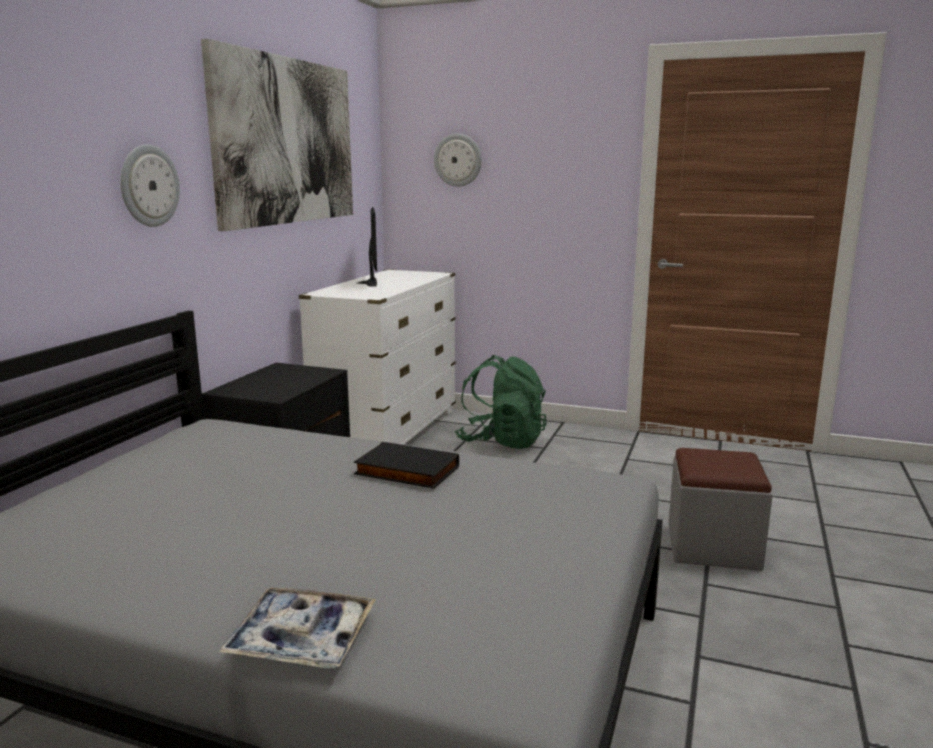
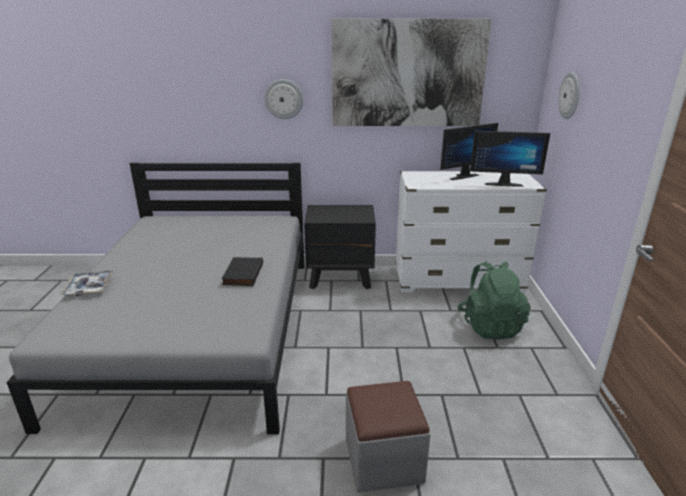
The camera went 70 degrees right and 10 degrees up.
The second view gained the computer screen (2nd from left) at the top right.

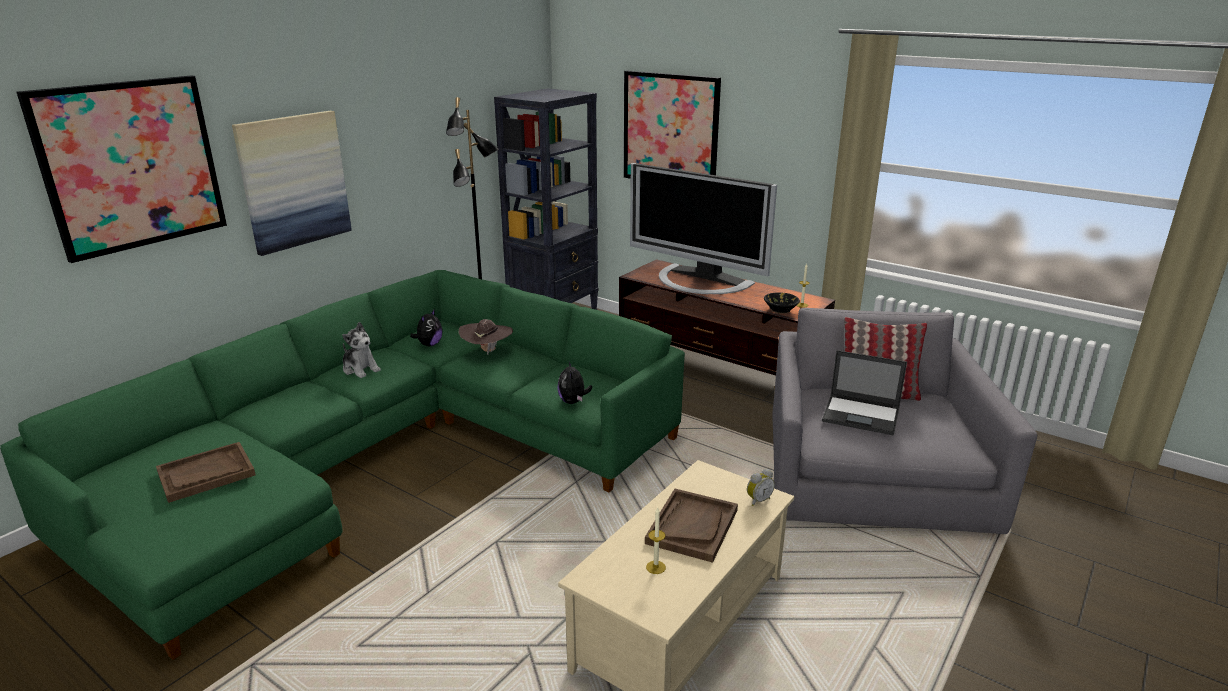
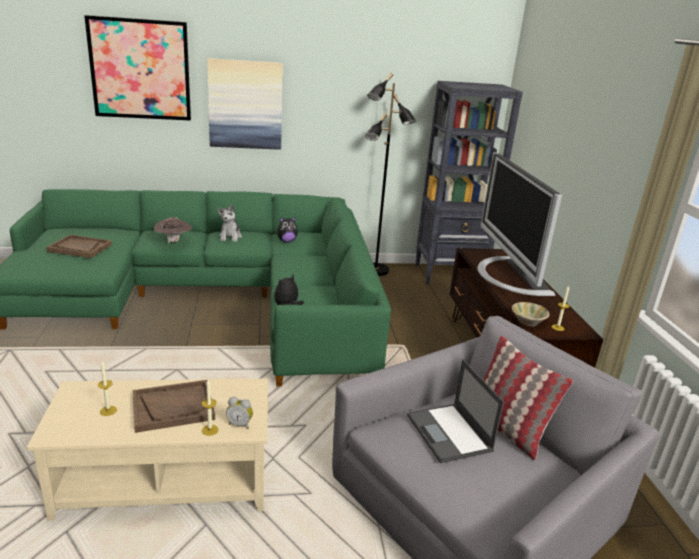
The camera went 45 degrees right and 0 degrees up.
The second view lost the wall art (3rd from left) at the top centre.
The second view gained the candle (2nd from left) at the bottom left.
The brown wearable hat ended up elsewhere, having gone from the centre to the middle left.
What was the black serving bowl at the centre turned into the sand-coloured serving bowl at the middle right.

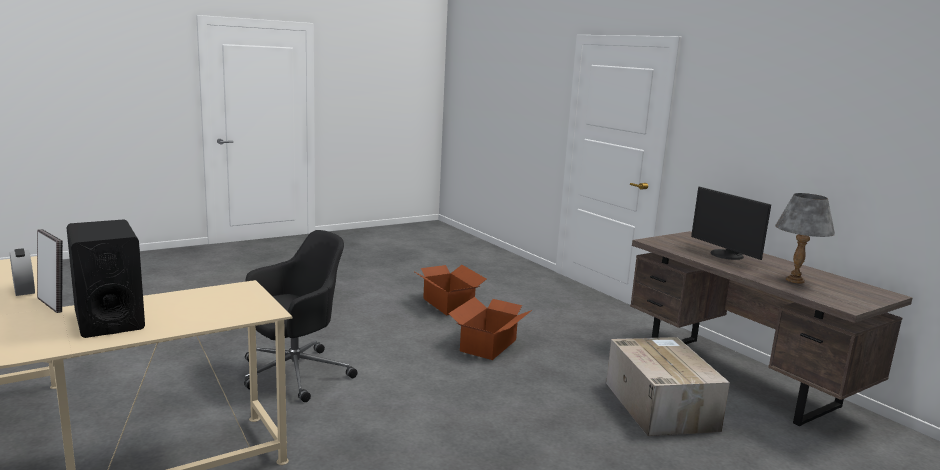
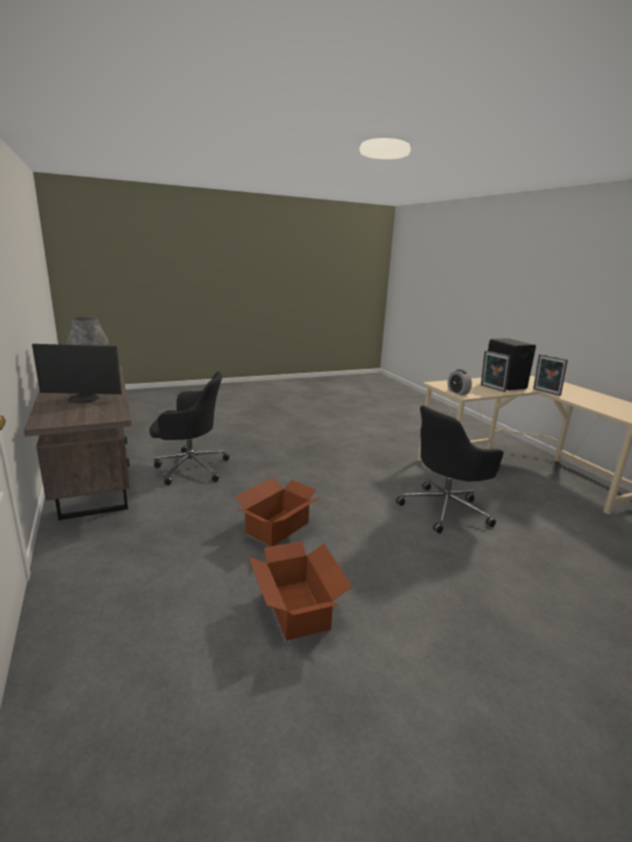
The camera went 170 degrees left and 5 degrees up.
The second view gained the standing frame (1st from left) at the middle right.
The table clock ended up elsewhere, having gone from the middle left to the middle right.
Where the cardboard box (3rd from left) stood at the bottom right, the black computer chair (1st from left) came to stand at the middle left.
The computer screen at the middle right ended up facing another way, 105 degrees clockwise from before.

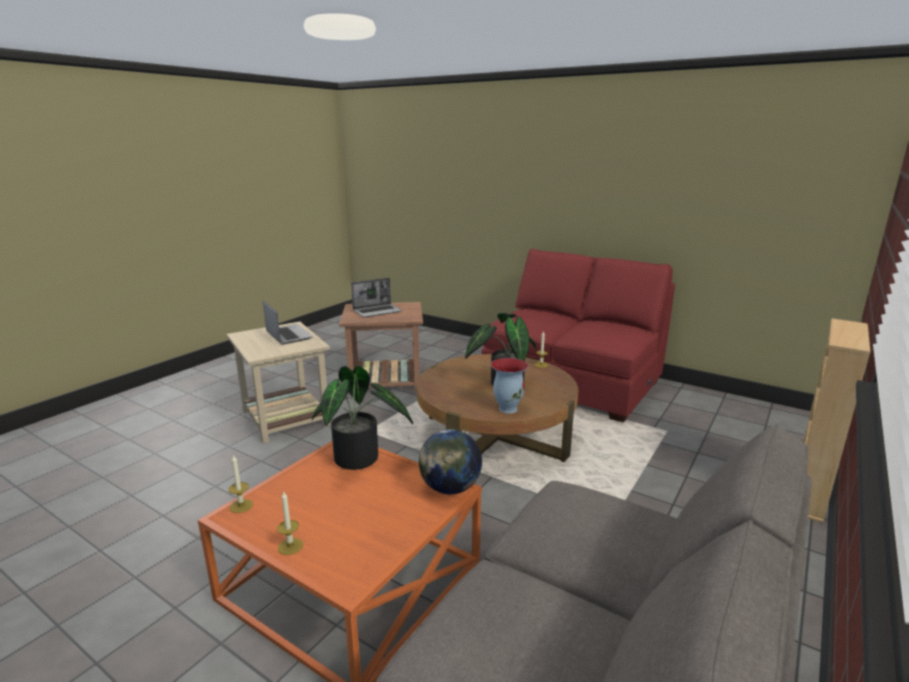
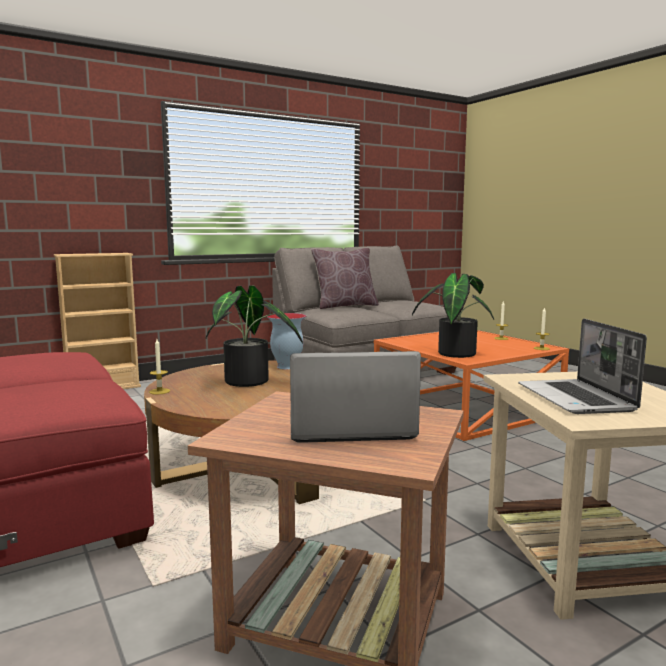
The camera went 155 degrees left and 10 degrees down.
The second view lost the desk globe at the bottom centre.
The second view gained the brown cushion at the centre.

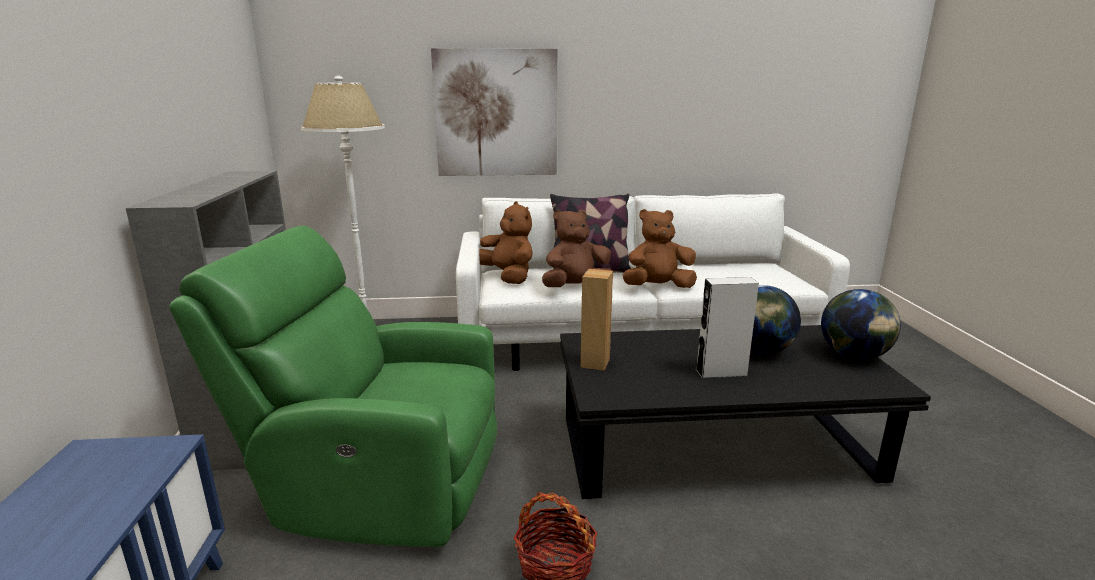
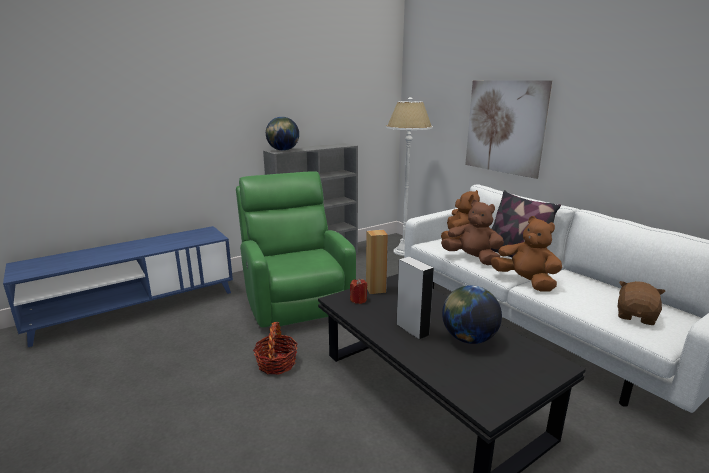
The camera went 60 degrees right and 0 degrees up.
The second view gained the red candle at the centre.
The second view gained the brown cuddly toy (4th from left) at the middle right.
The desk globe (2nd from left in the first image) ended up elsewhere, having gone from the middle right to the top centre.

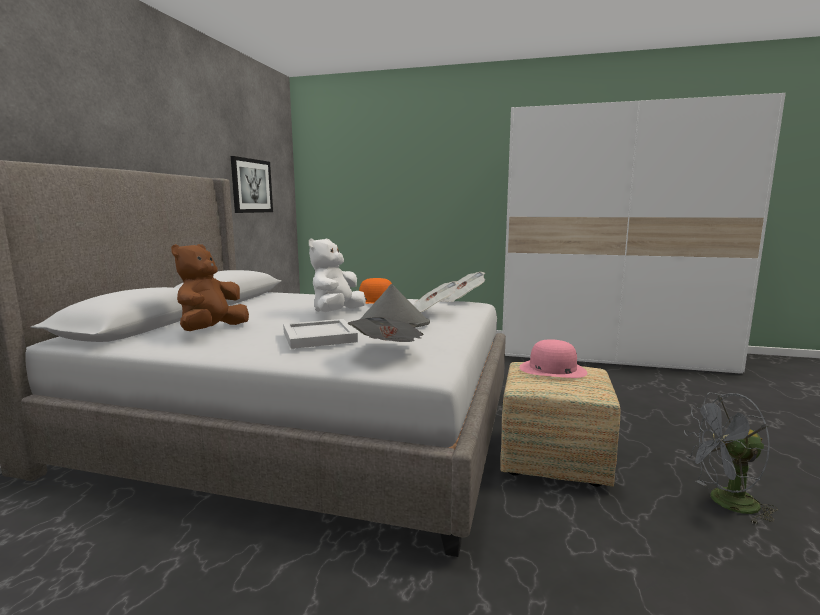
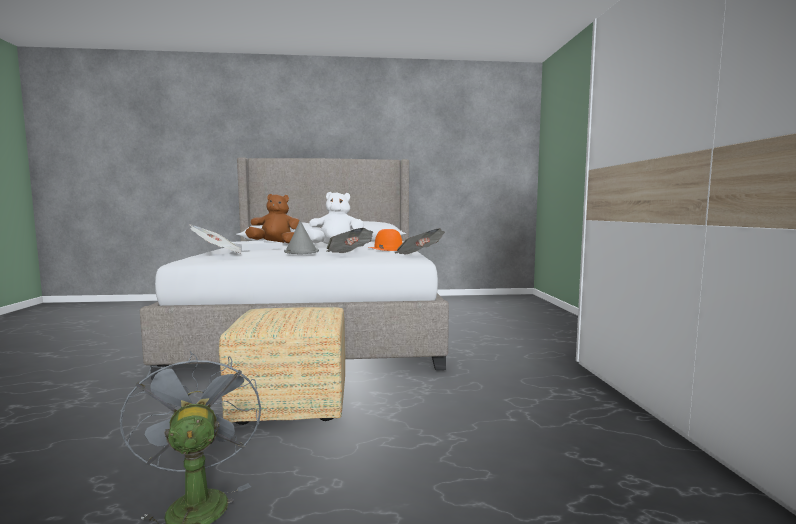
The camera went 70 degrees right and 5 degrees down.
The second view lost the wall art at the top left.
The second view lost the pinkish wearable hat at the middle right.

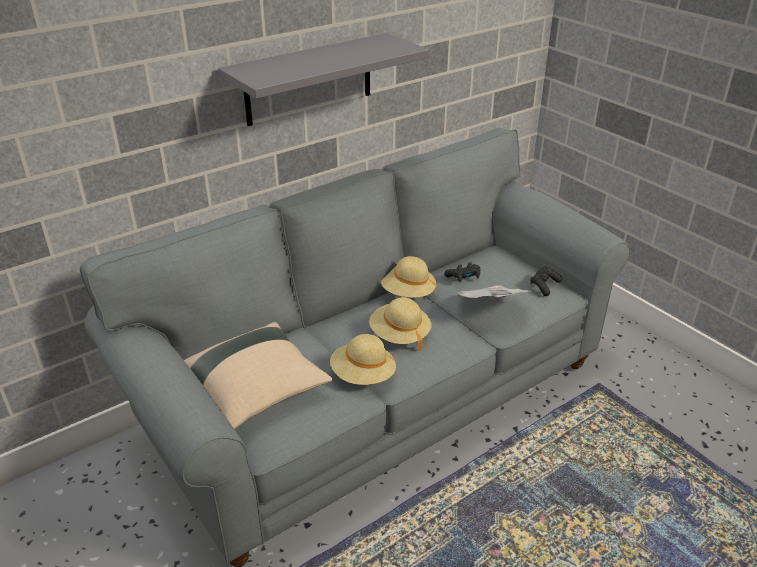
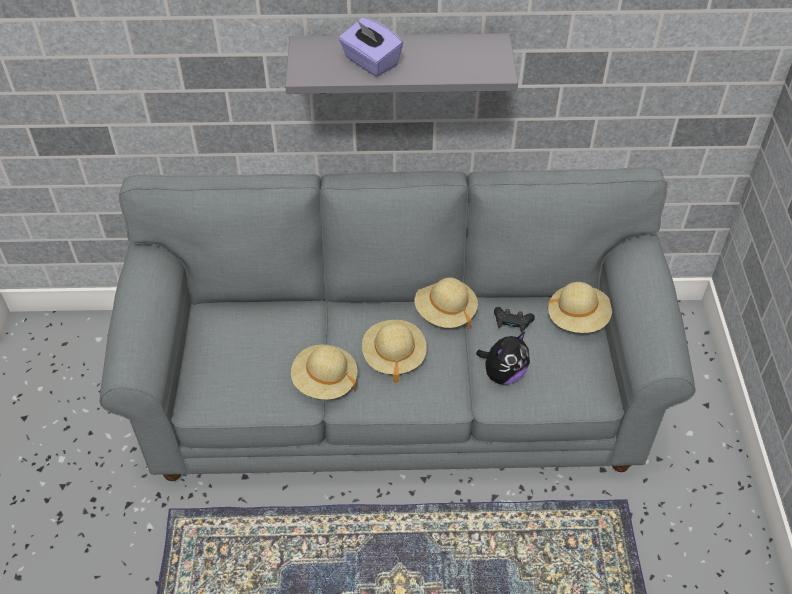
The camera went 35 degrees right and 15 degrees up.
The second view lost the sand-coloured cushion at the centre.
The second view lost the black joypad (2nd from left) at the middle right.
The second view gained the purplish tissue holder at the top centre.
The second view gained the sand-coloured wearable hat (4th from left) at the middle right.
Where the daily paper stood at the centre, the cuddly toy came to stand at the centre.

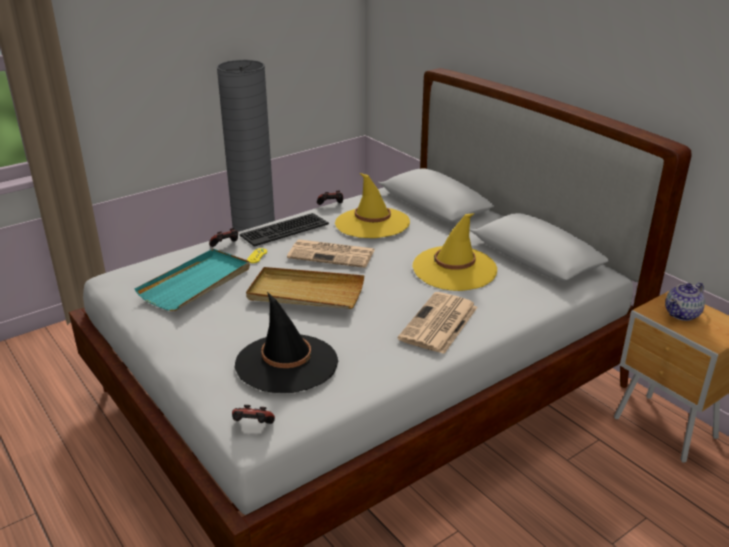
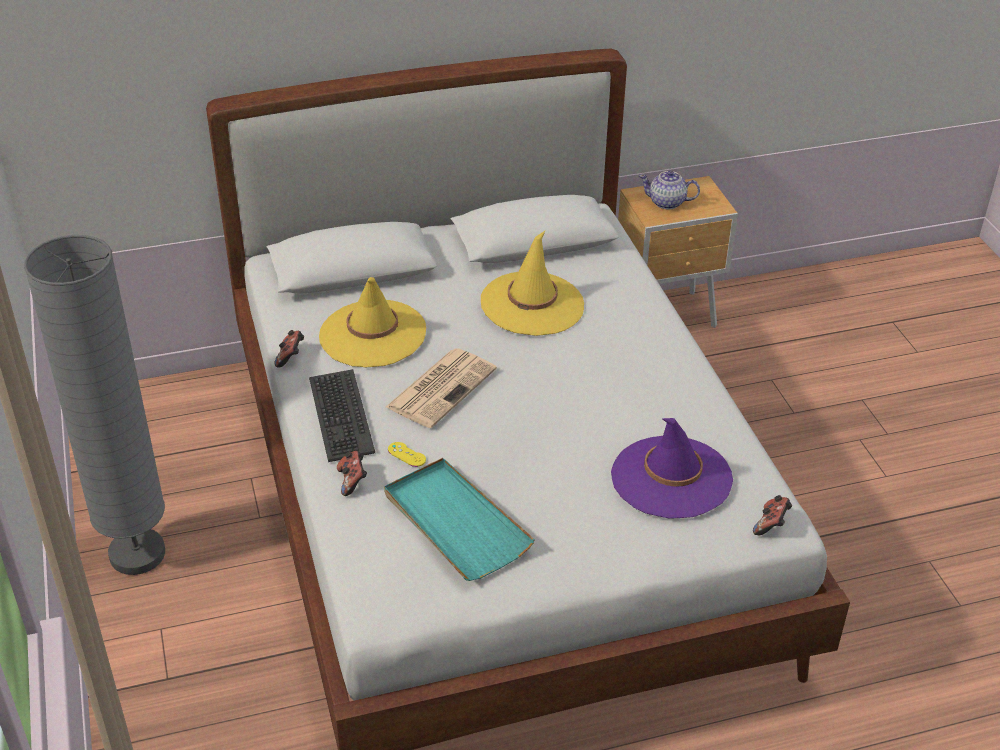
The camera went 70 degrees left and 10 degrees up.
The second view lost the sand-coloured carrying tray at the centre.
The second view lost the daily paper (2nd from left) at the centre.
What was the black wearable hat at the centre turned into the purplish wearable hat at the middle right.
The pot for tea at the middle right ended up facing another way, 120 degrees clockwise from before.

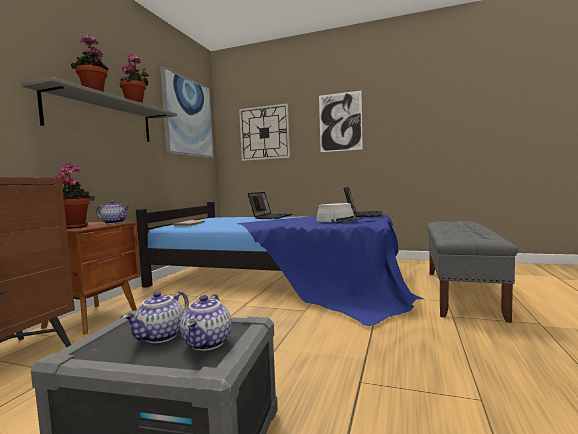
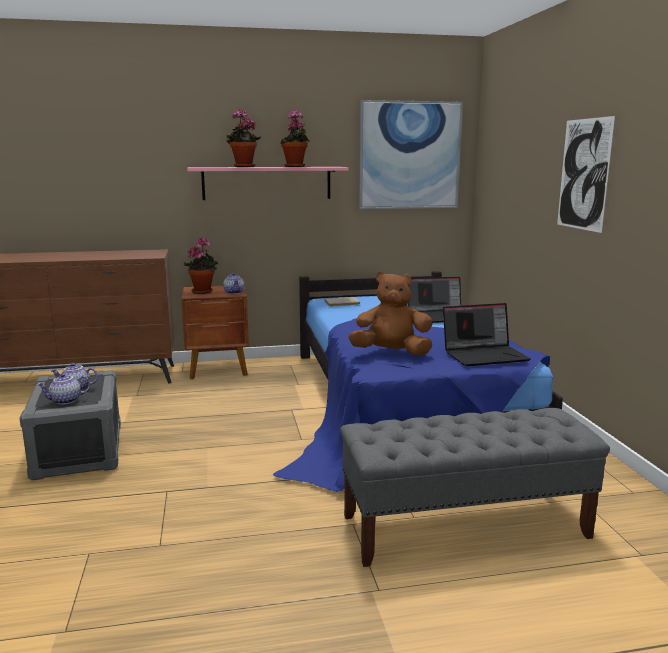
The camera went 60 degrees right and 10 degrees up.
The second view lost the clock on the wall at the top centre.
Where the greyish wearable hat stood at the centre, the brown cuddly toy came to stand at the centre.
What was the greyish wall shelf at the top left turned into the pinkish wall shelf at the top centre.

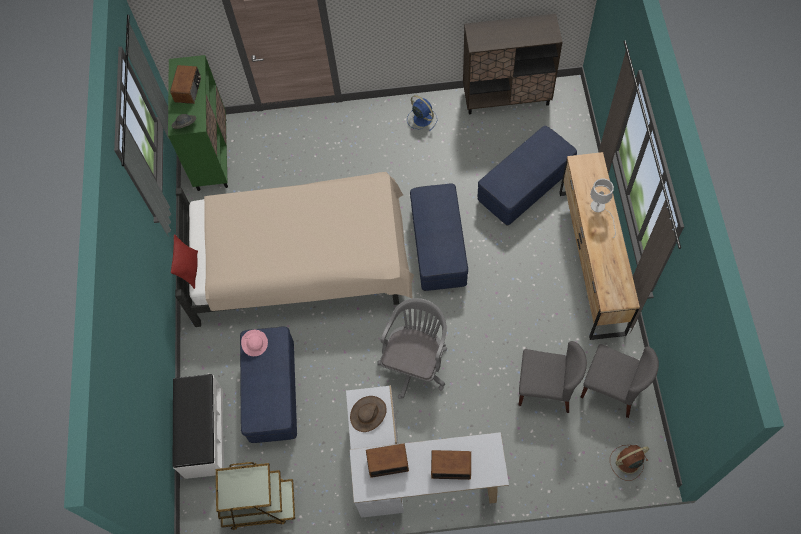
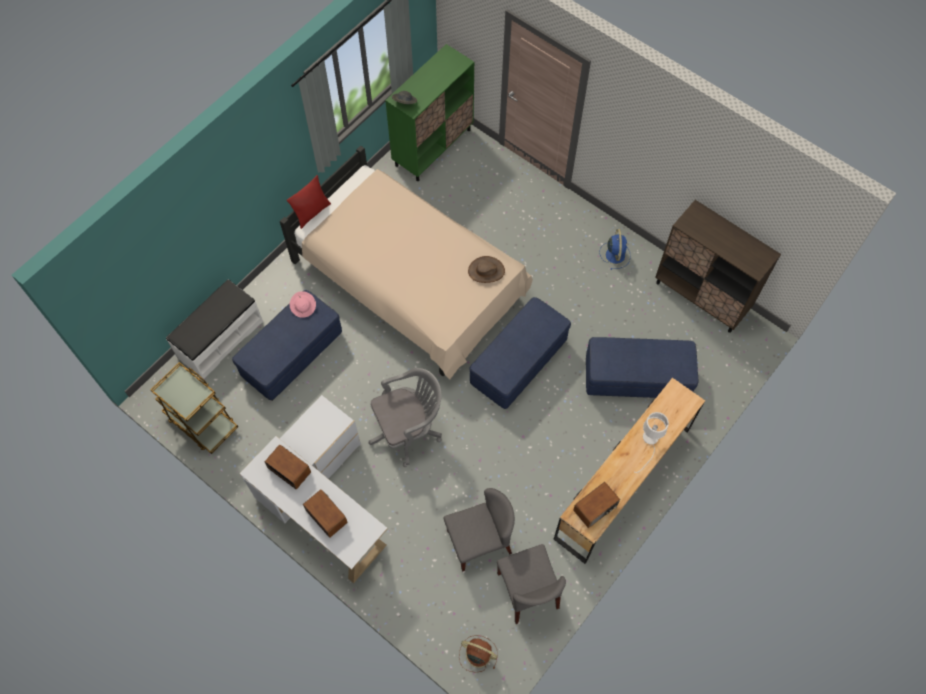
The camera went 40 degrees right and 0 degrees up.
The radio receiver (1st from left in the first image) ended up elsewhere, having gone from the top left to the bottom centre.
The brown wearable hat ended up elsewhere, having gone from the bottom centre to the centre.
The greyish plain chair (1st from left) at the bottom right ended up facing another way, 75 degrees counterclockwise from before.

